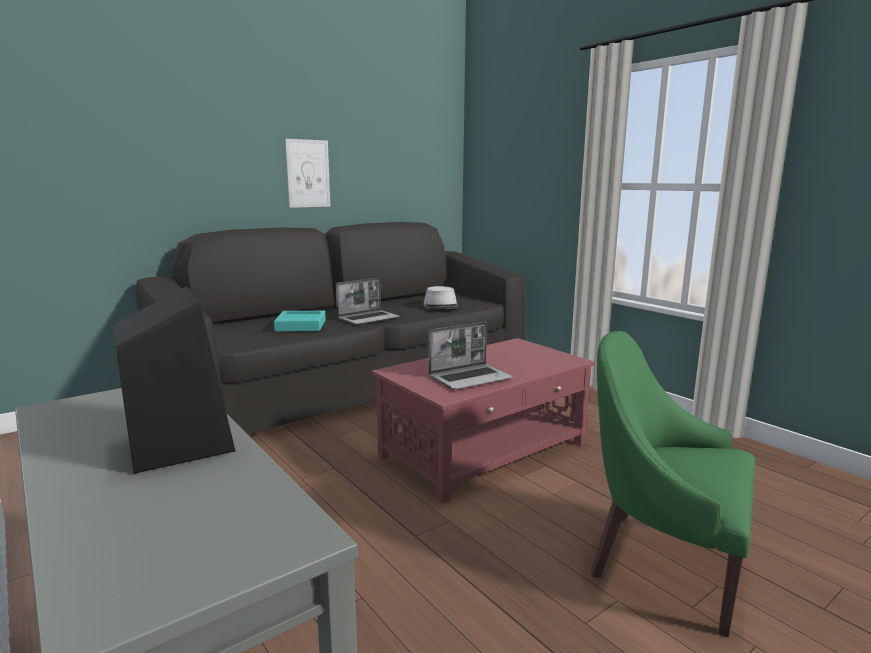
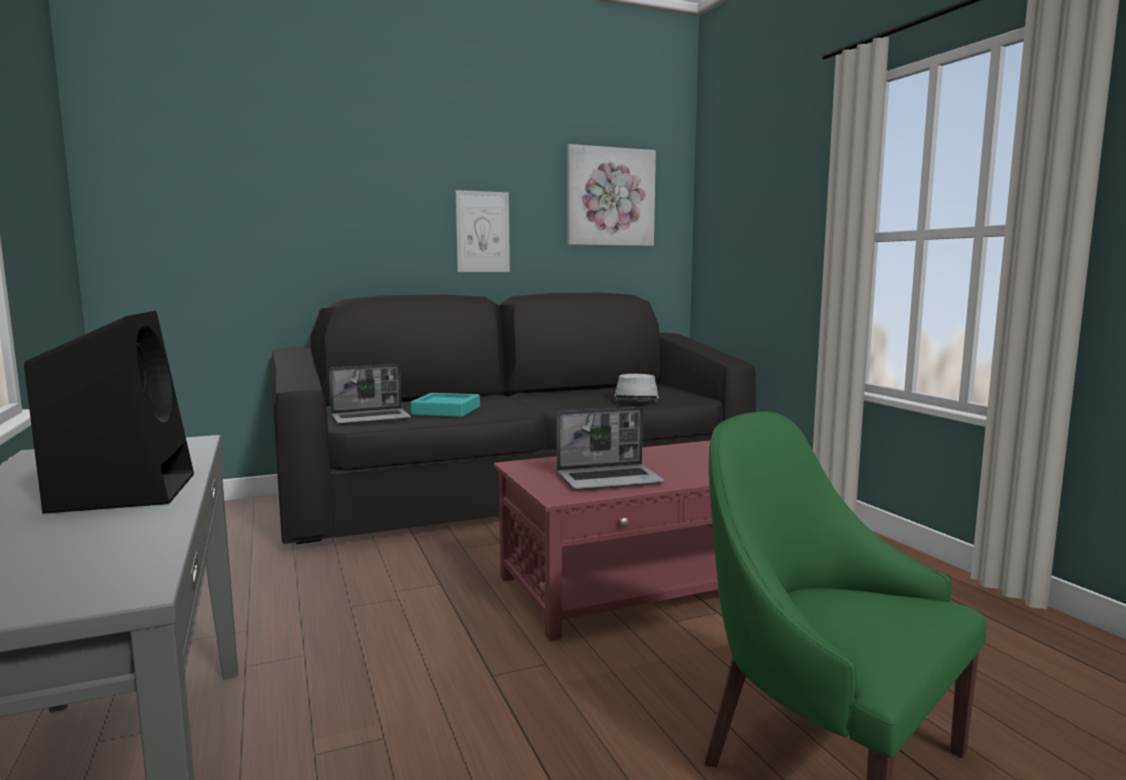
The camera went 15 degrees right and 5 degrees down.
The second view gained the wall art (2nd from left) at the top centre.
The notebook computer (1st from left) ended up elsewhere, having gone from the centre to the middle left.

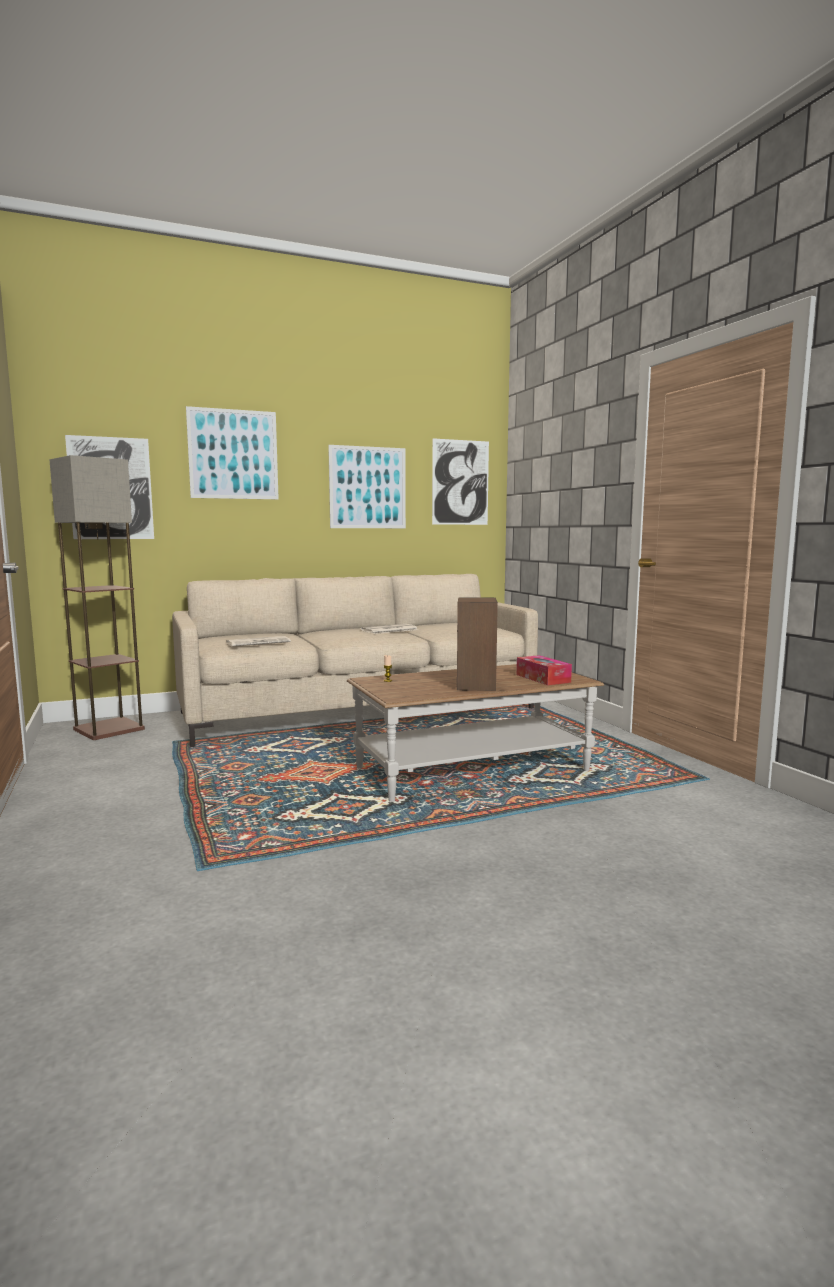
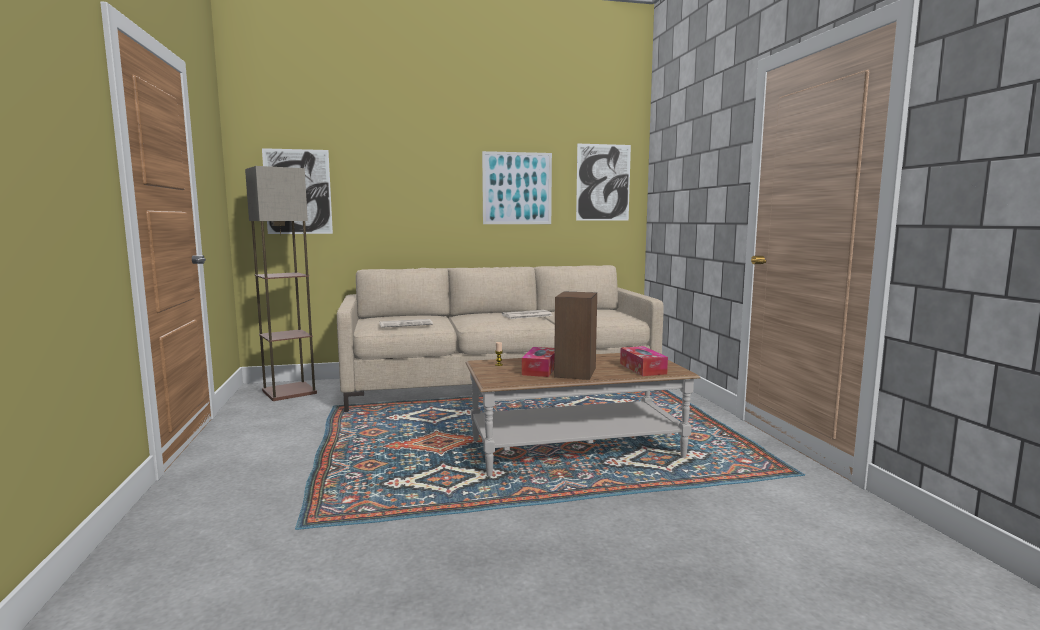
The camera went 10 degrees right and 0 degrees up.
The second view lost the wall art (2nd from left) at the middle left.
The second view gained the tissue holder (1st from left) at the centre.

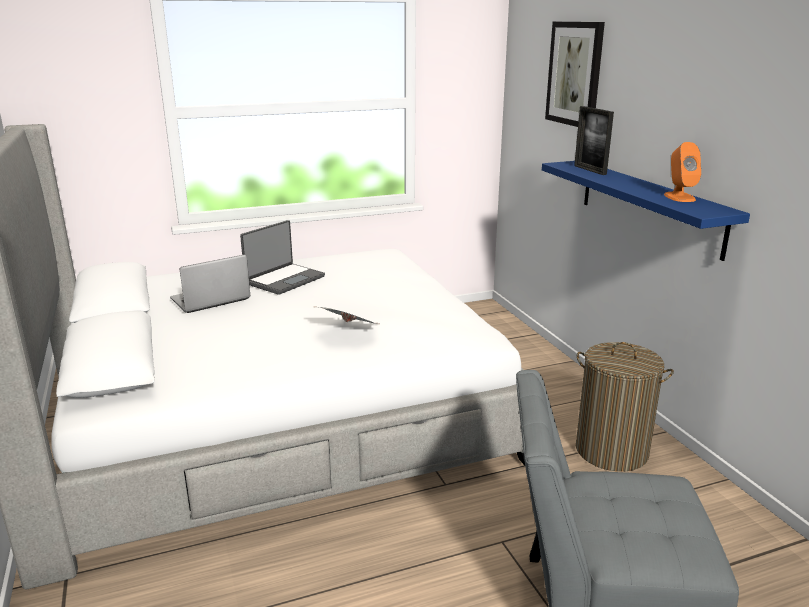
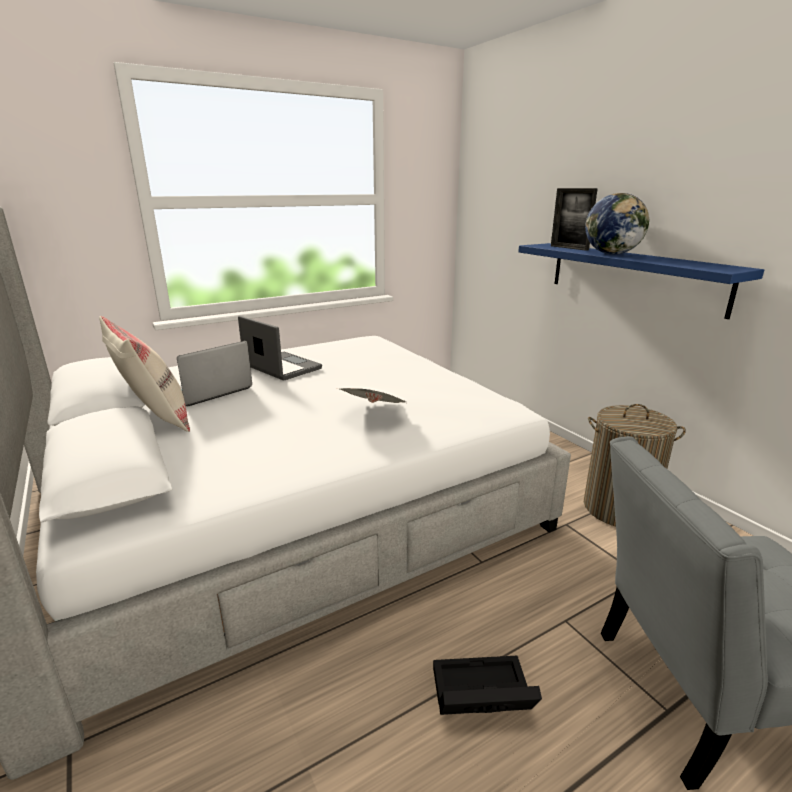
The camera went 10 degrees left and 0 degrees up.
The second view lost the wall art at the top right.
The second view lost the orangey speaker at the top right.
The second view gained the sand-coloured cushion at the middle left.
The second view gained the black storage container at the bottom centre.
The second view gained the desk globe at the top right.
The notebook computer (2nd from left) at the centre ended up facing another way, 75 degrees counterclockwise from before.

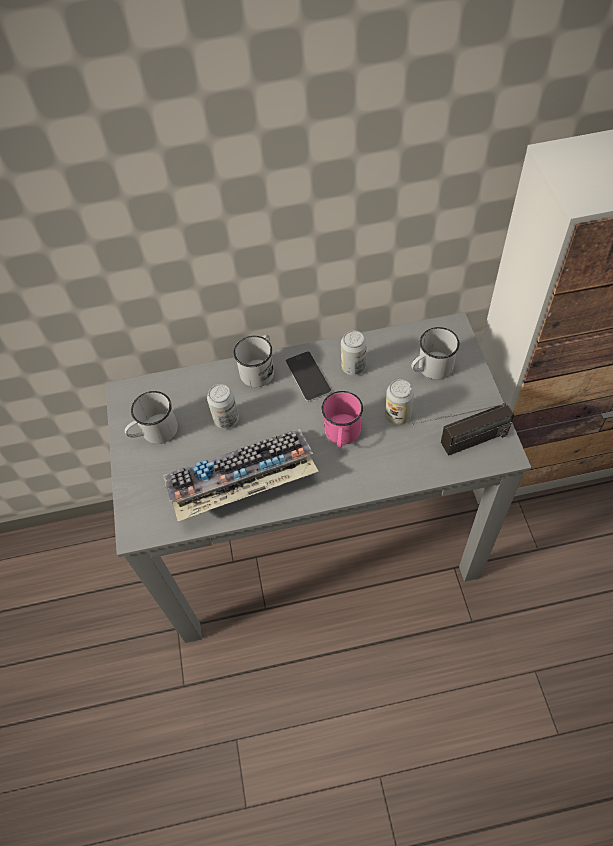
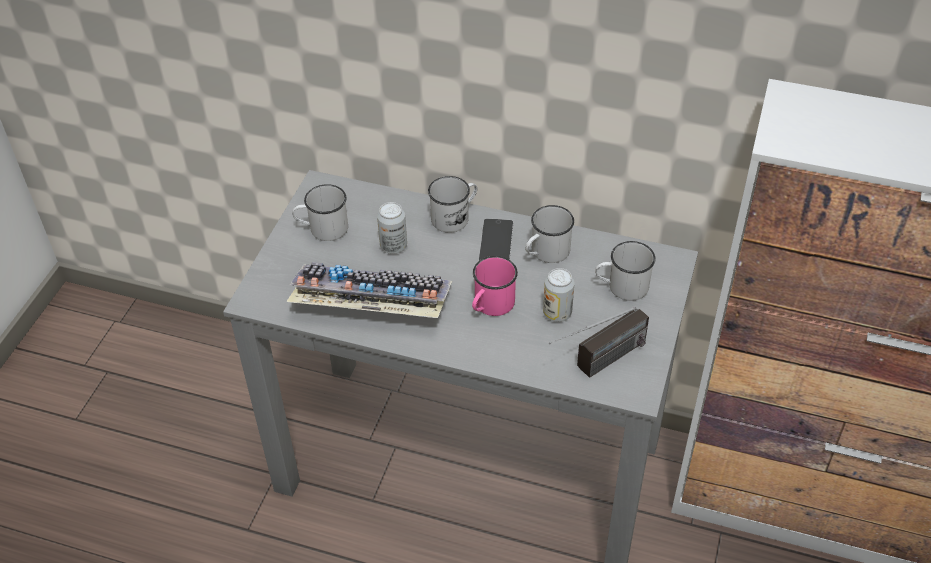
The camera went 25 degrees right and 10 degrees down.
Where the metal can (2nd from left) stood at the centre, the white-coloured tea mug (3rd from left) came to stand at the centre.
The radio receiver at the middle right ended up facing another way, 45 degrees counterclockwise from before.

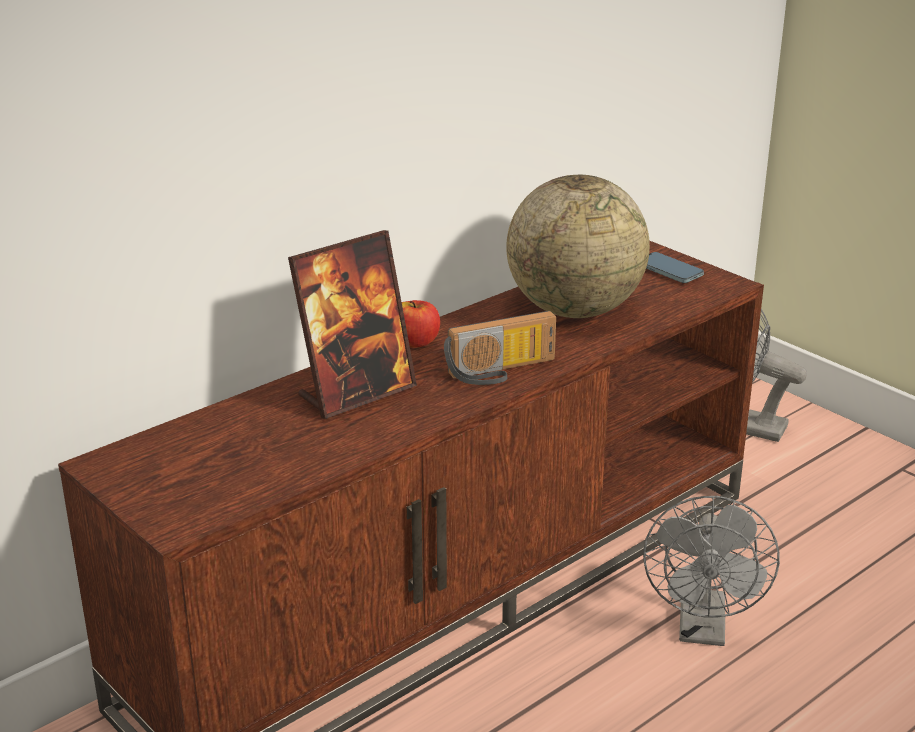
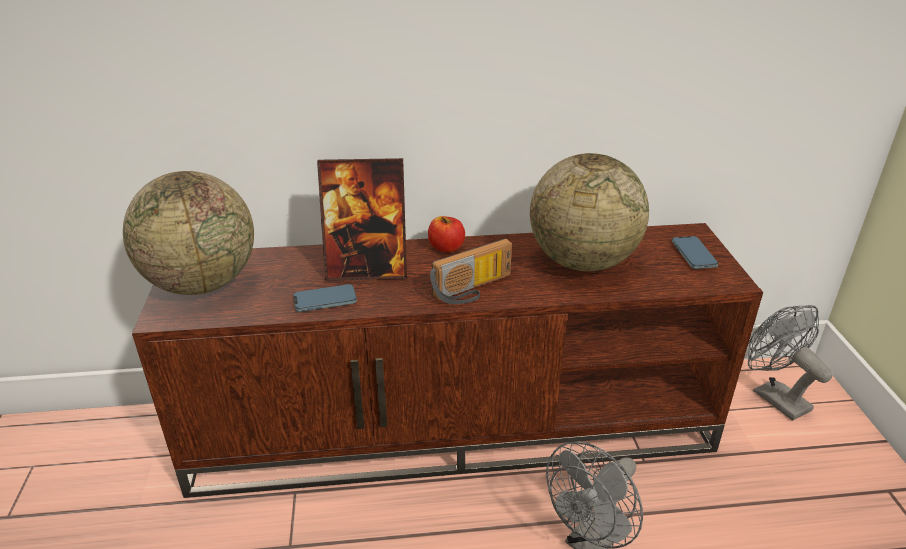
The camera went 35 degrees right and 5 degrees up.
The second view gained the desk globe (1st from left) at the middle left.
The second view gained the phone (1st from left) at the centre.
The radio receiver at the centre ended up facing another way, 45 degrees counterclockwise from before.

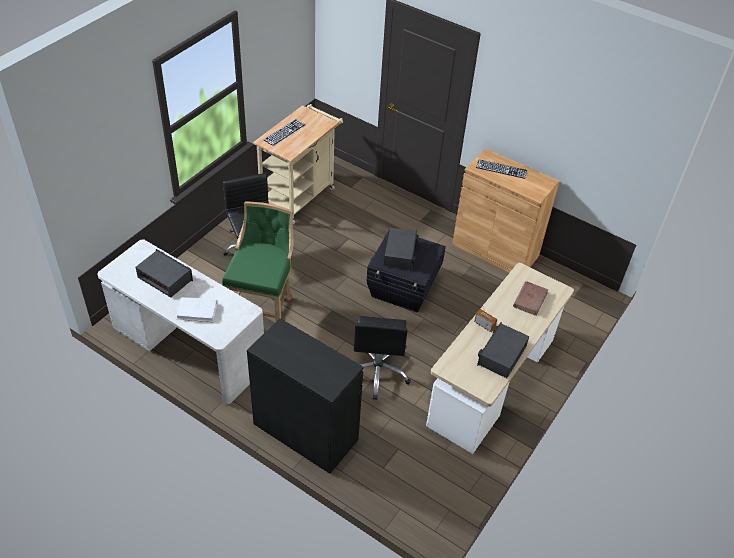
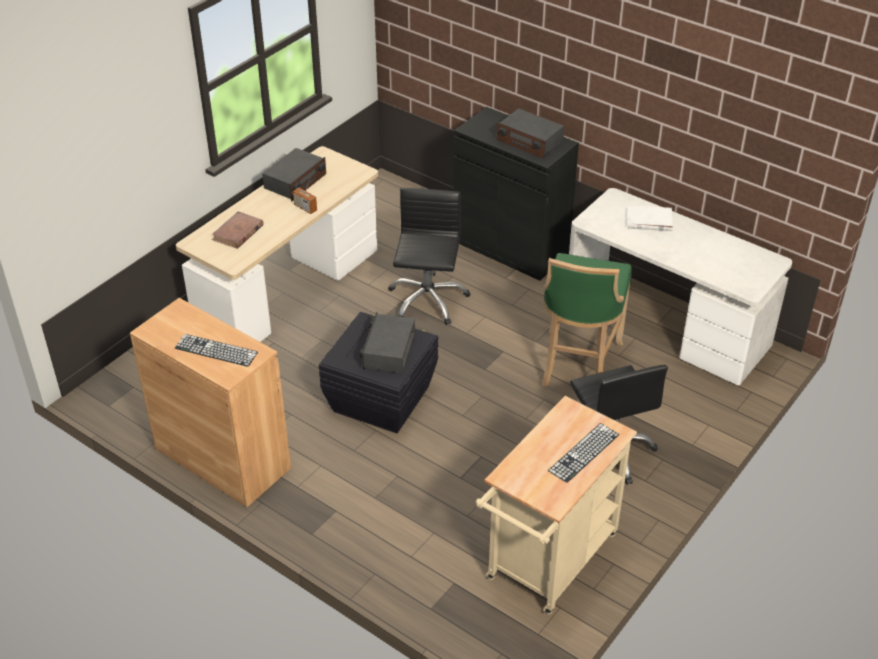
The camera went 175 degrees left and 5 degrees down.
The radio receiver (1st from left in the first image) ended up elsewhere, having gone from the middle left to the top centre.

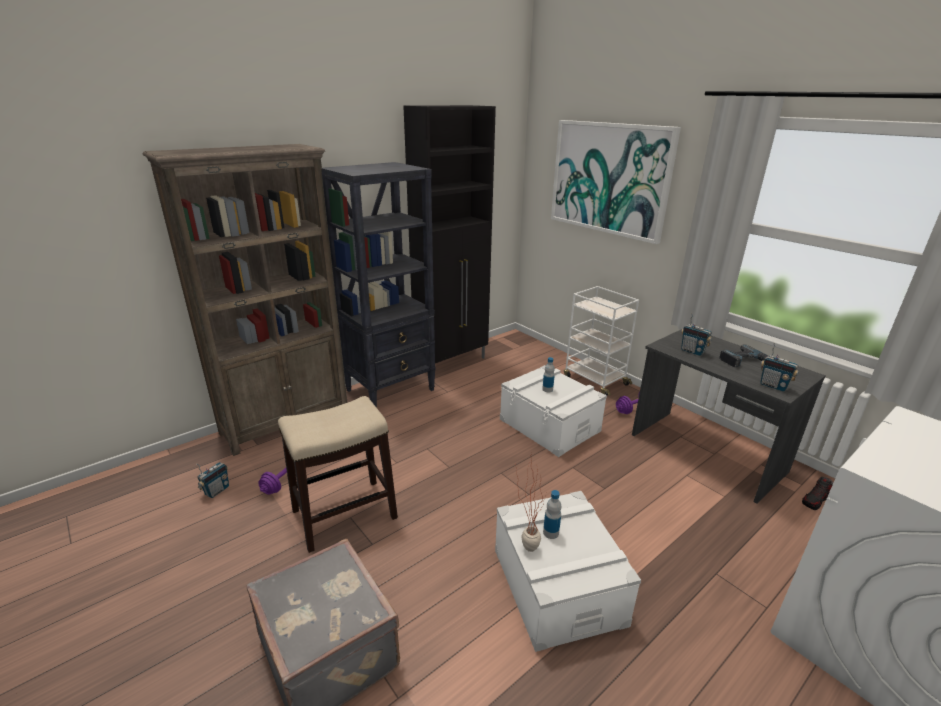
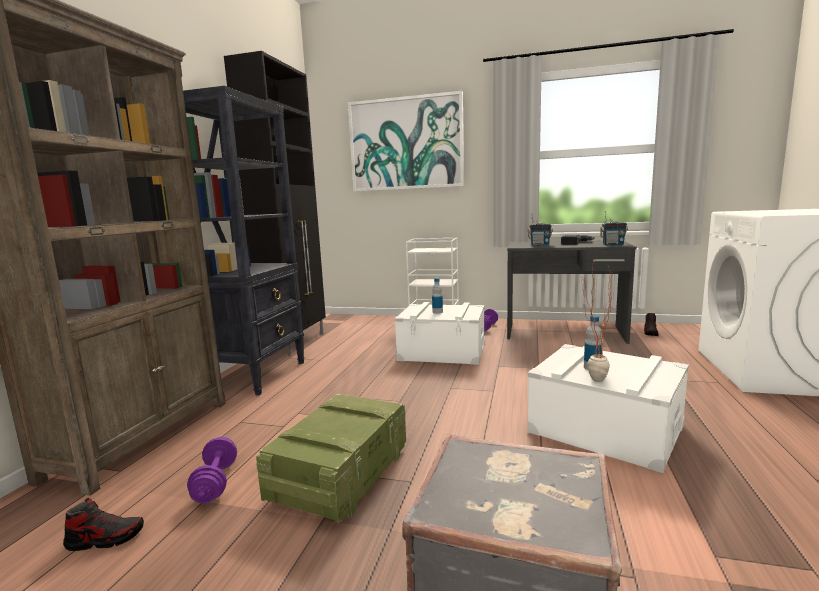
The camera went 35 degrees left and 15 degrees down.
Where the radio receiver (1st from left) stood at the bottom left, the low shoe (1st from left) came to stand at the bottom left.
Where the stool seat stood at the bottom centre, the shipping crate came to stand at the bottom centre.

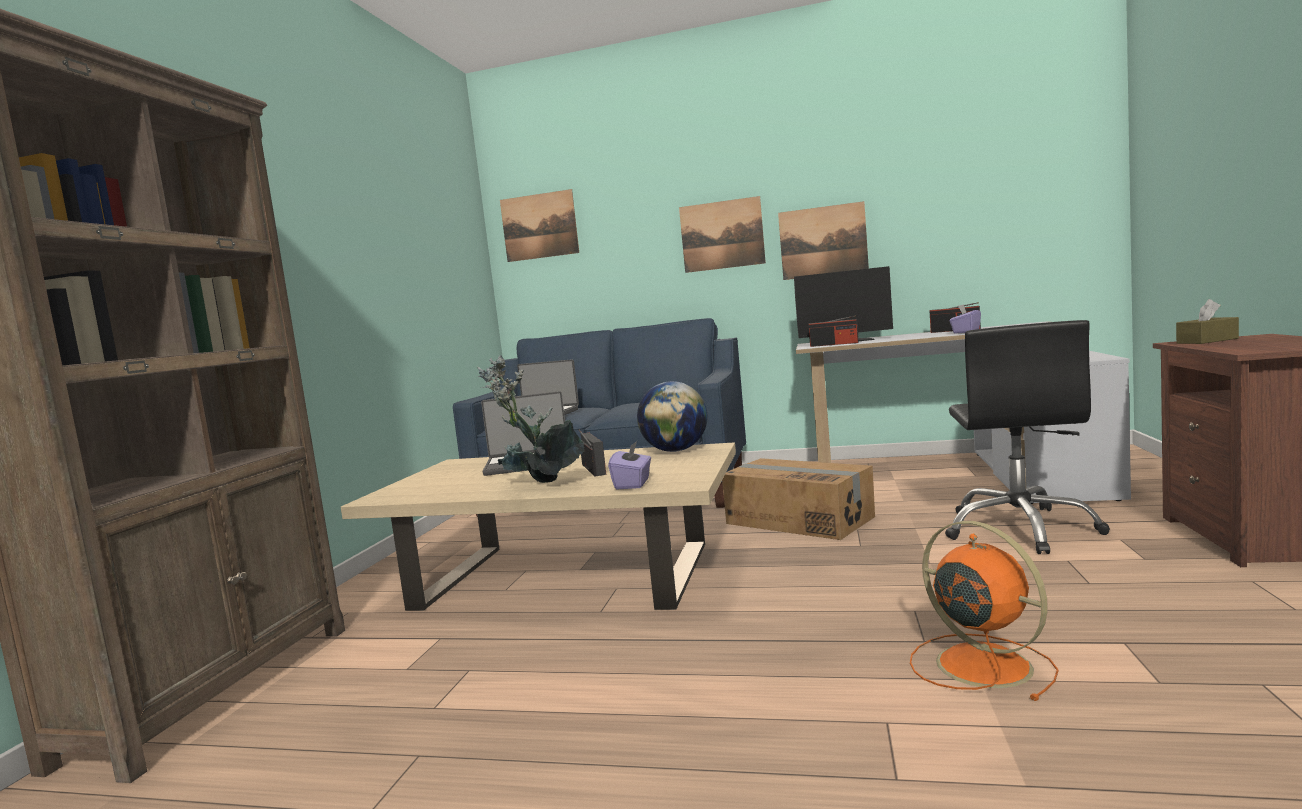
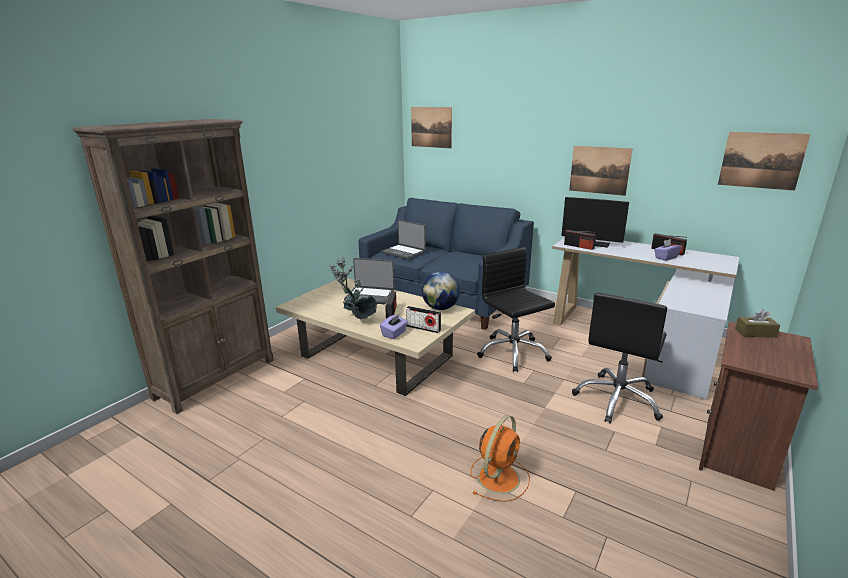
The camera went 20 degrees right and 15 degrees up.
The second view gained the radio receiver (2nd from left) at the centre.
The wall art (2nd from left in the first image) ended up elsewhere, having gone from the top centre to the top right.
Where the cardboard box stood at the centre, the black computer chair (1st from left) came to stand at the centre.
The orangey fan at the bottom right ended up facing another way, 45 degrees clockwise from before.

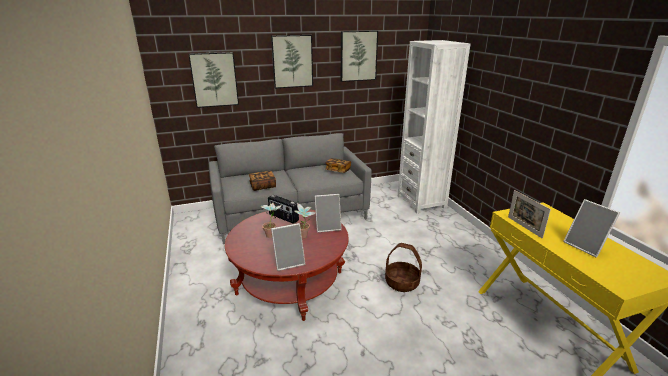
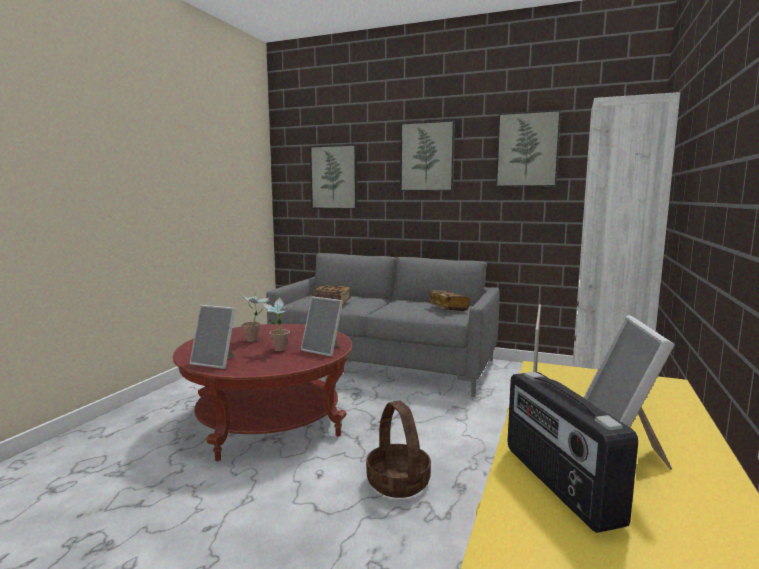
The camera went 40 degrees right and 15 degrees down.
The radio receiver ended up elsewhere, having gone from the centre to the bottom right.

